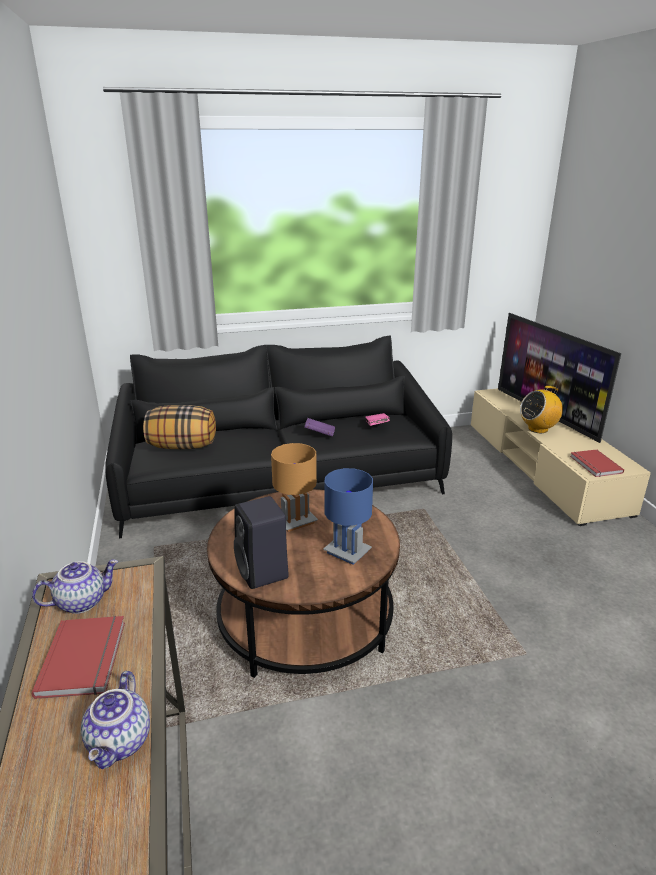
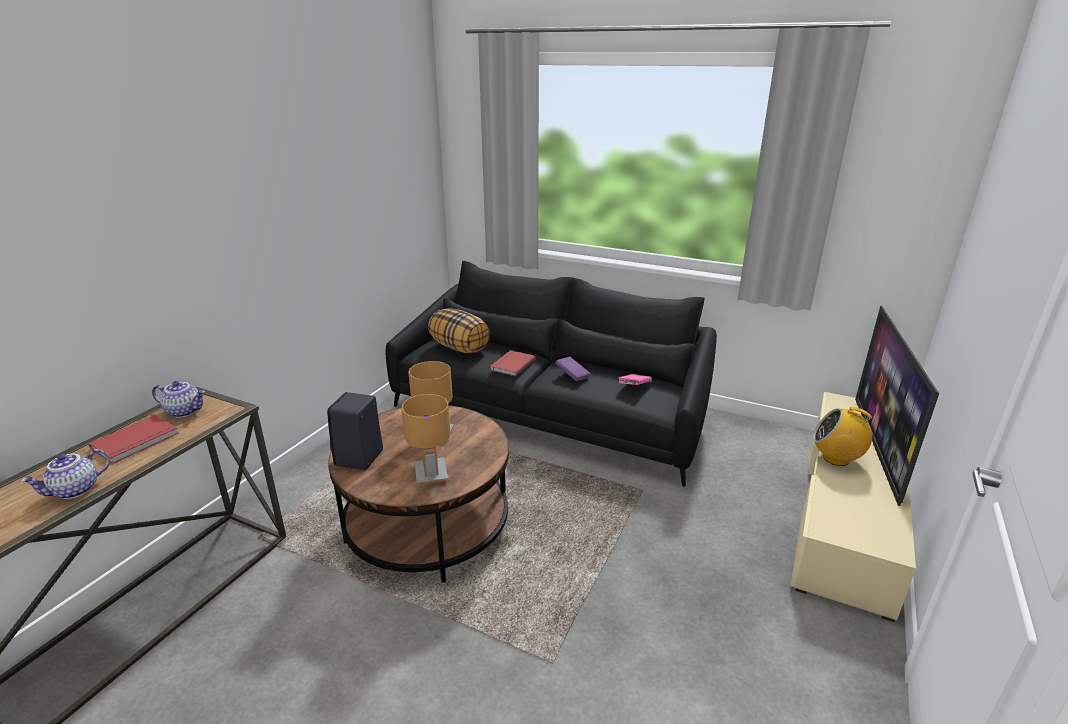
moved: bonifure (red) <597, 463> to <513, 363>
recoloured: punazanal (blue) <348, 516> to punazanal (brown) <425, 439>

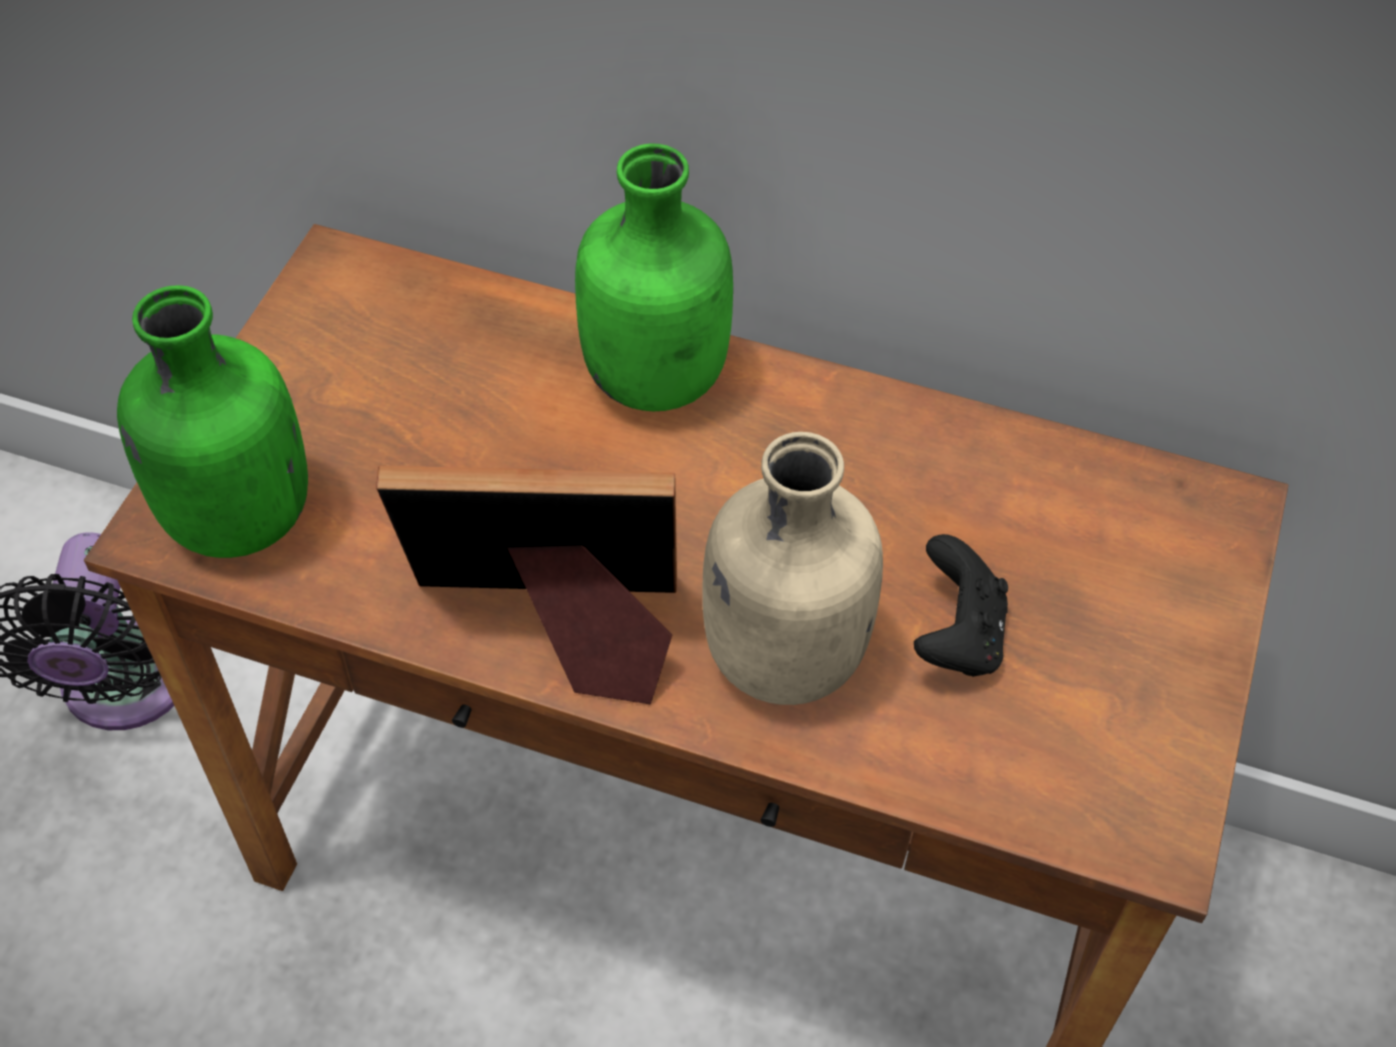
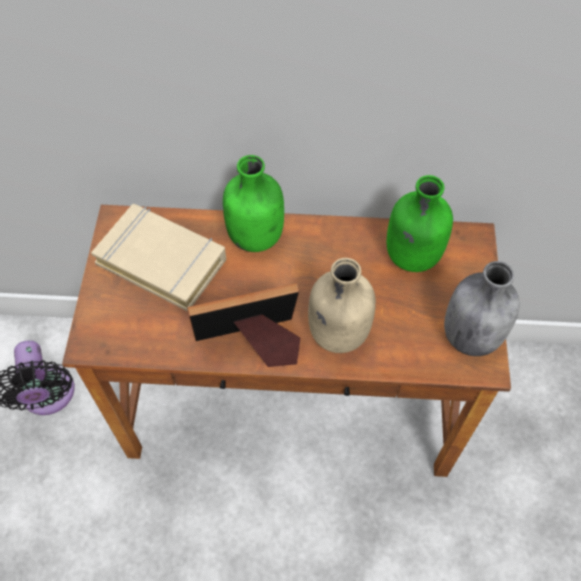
removed: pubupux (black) <961, 605>
added: bonifure (beige) <158, 257>; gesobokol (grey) <482, 308>
moved: gesobokol (green) <212, 421> to <420, 223>

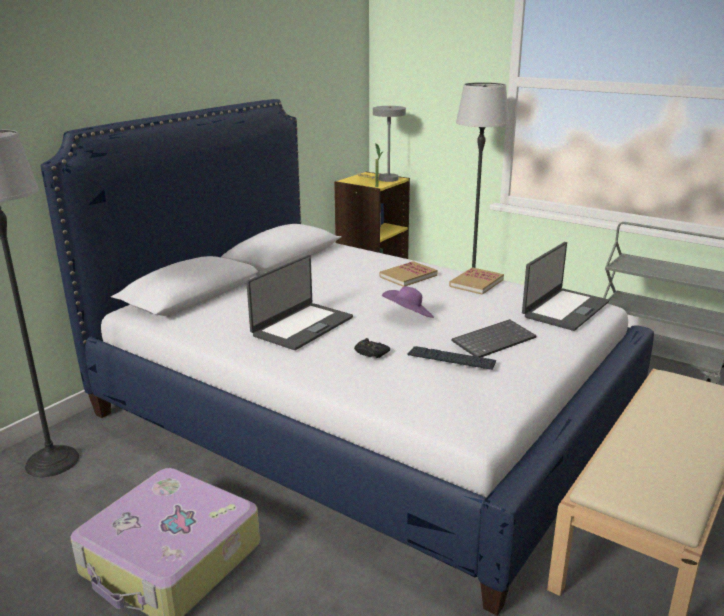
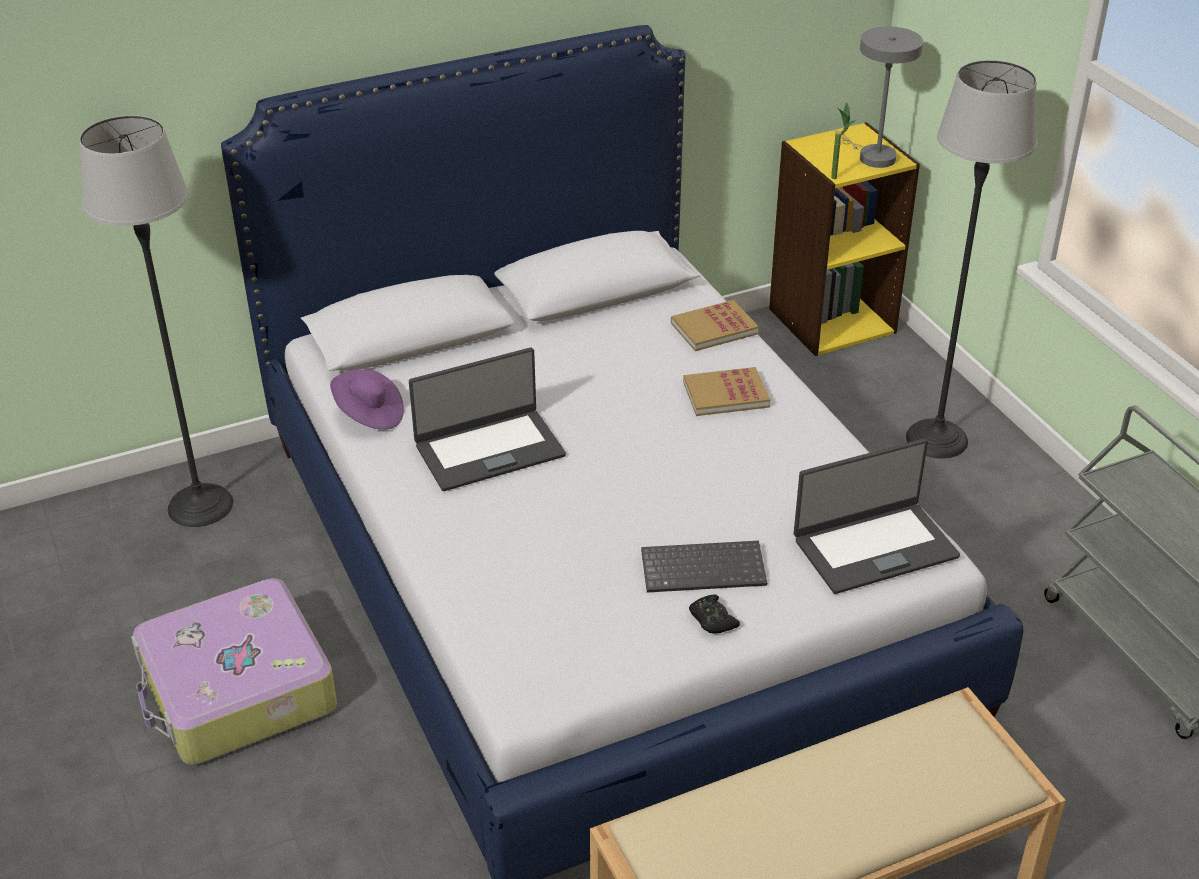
removed: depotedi <452, 358>
moved: bonifure <476, 281> to <715, 325>; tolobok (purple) <408, 302> to <367, 399>; pubupux (black) <372, 348> to <714, 614>

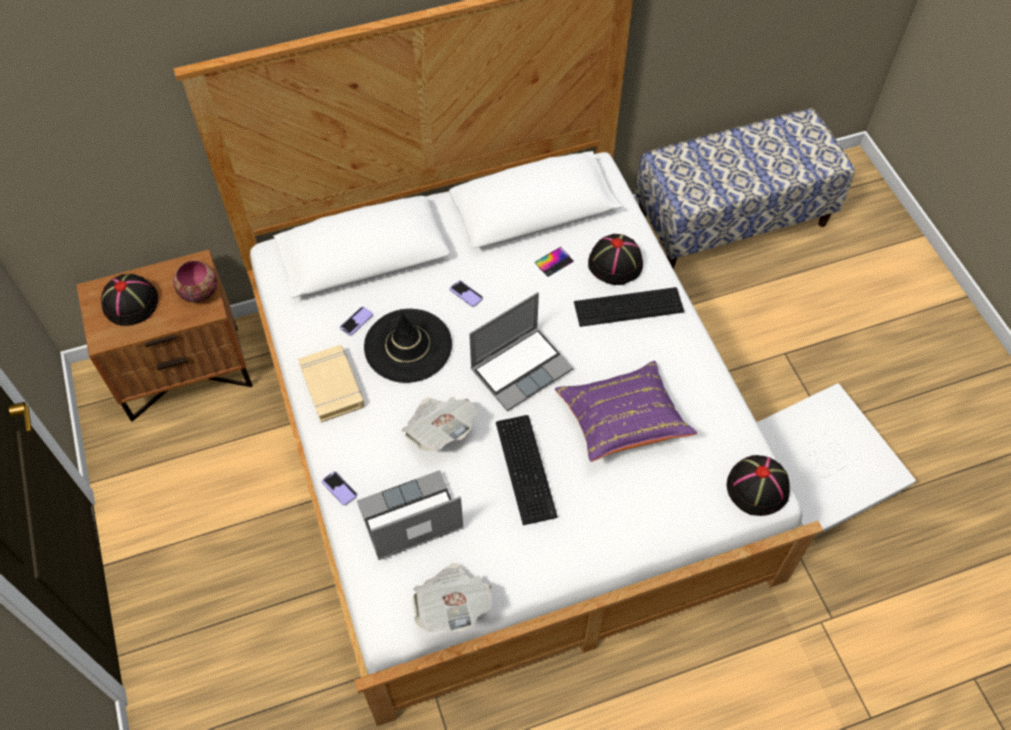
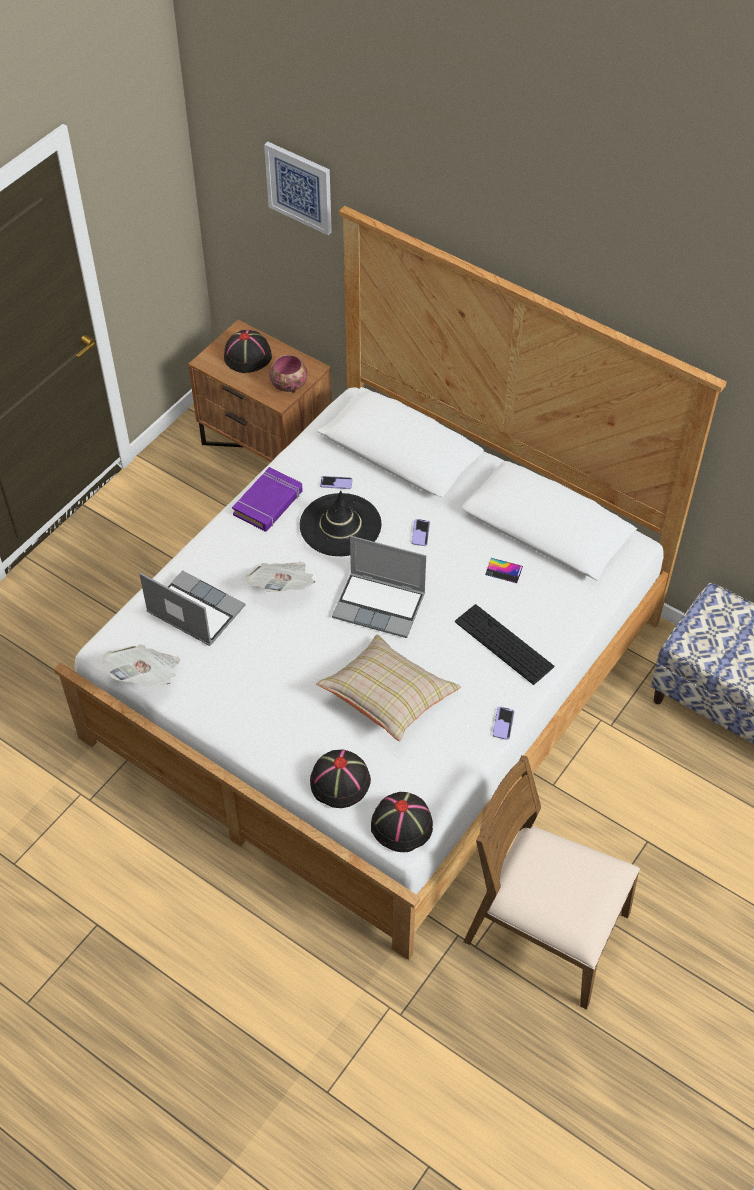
removed: depotedi <527, 470>
added: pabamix <298, 188>
moved: tolobok (black) <615, 259> to <340, 779>; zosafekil <339, 488> to <503, 723>
replaced: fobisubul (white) <836, 460> to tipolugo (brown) <551, 882>
recoloured: bonifure (beige) <331, 383> to bonifure (purple) <267, 499>; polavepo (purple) <626, 411> to polavepo (beige) <388, 688>

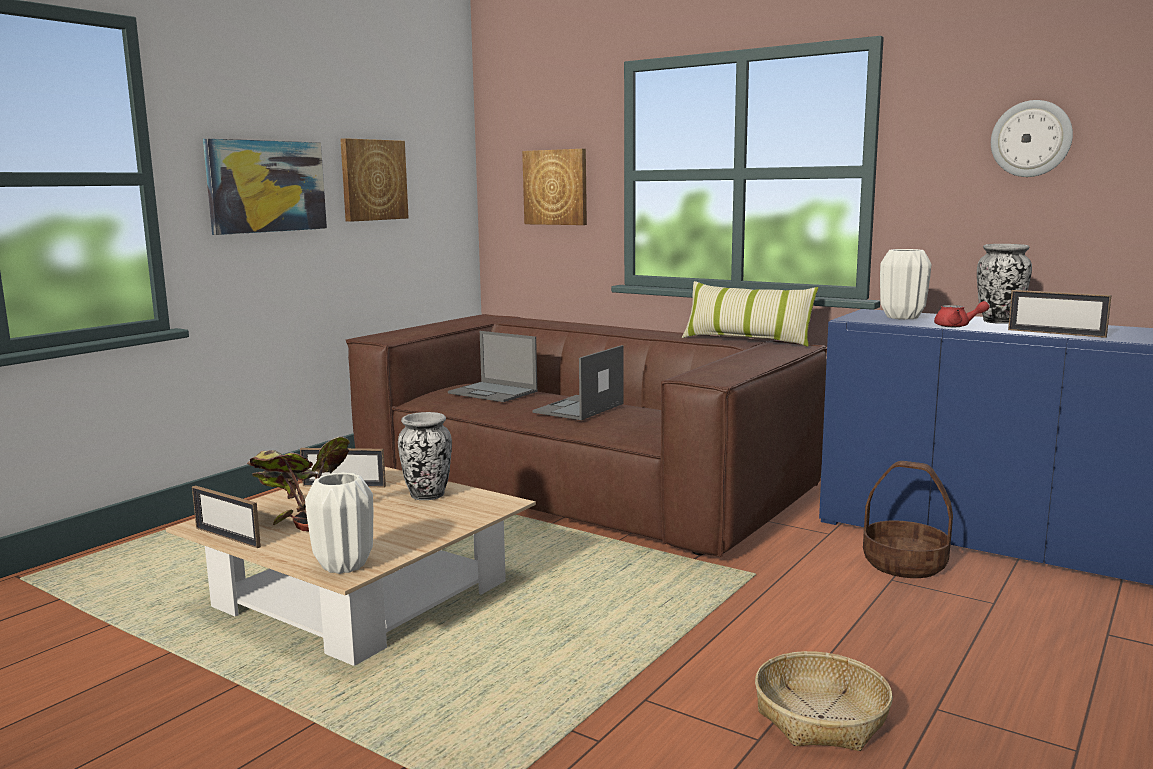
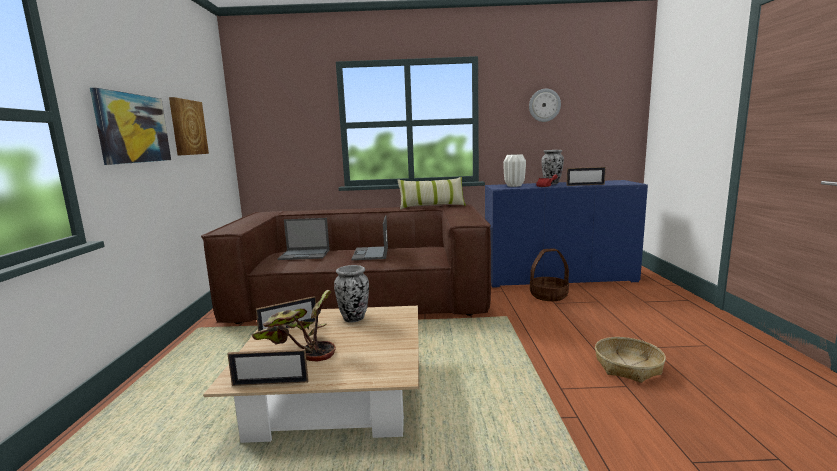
removed: pabamix <554, 187>; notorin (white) <339, 523>

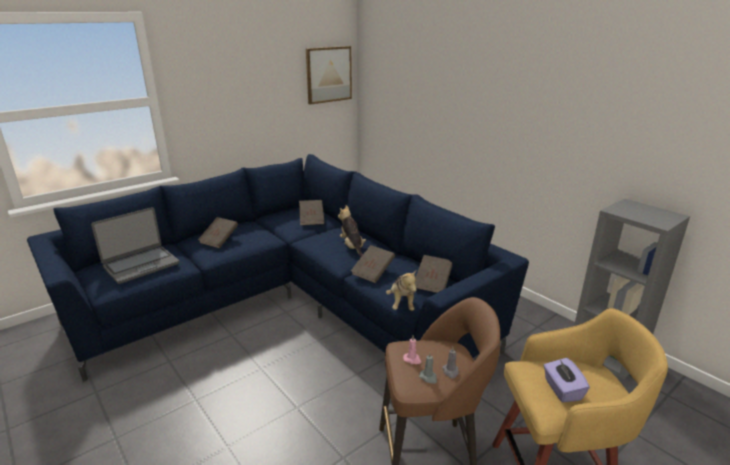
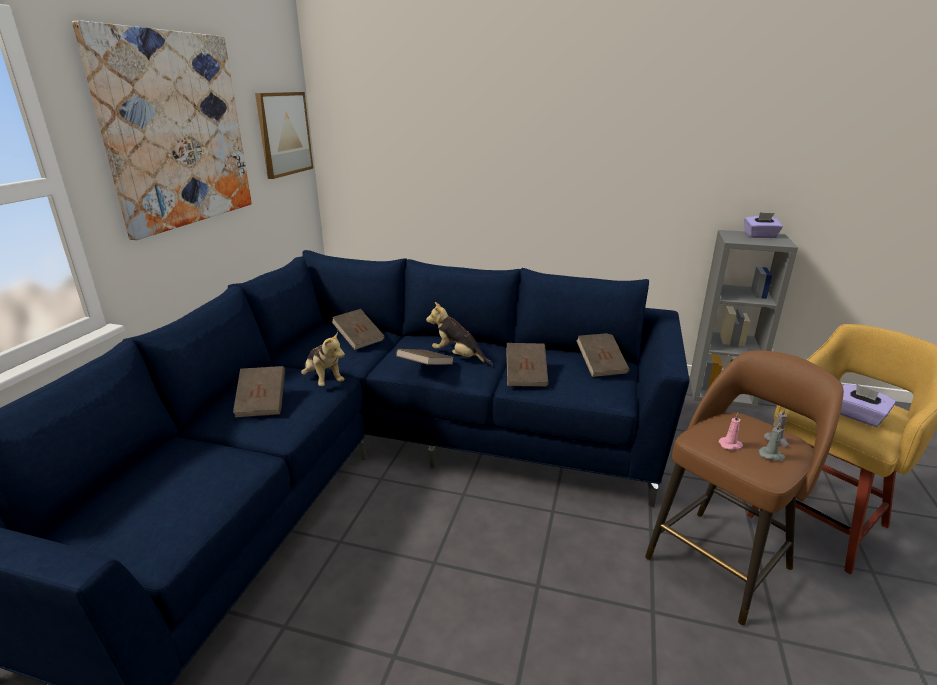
removed: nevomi <135, 245>
added: pabamix <162, 130>; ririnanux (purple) <763, 225>; bonifure (brown) <425, 357>
moved: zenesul <401, 290> to <323, 358>

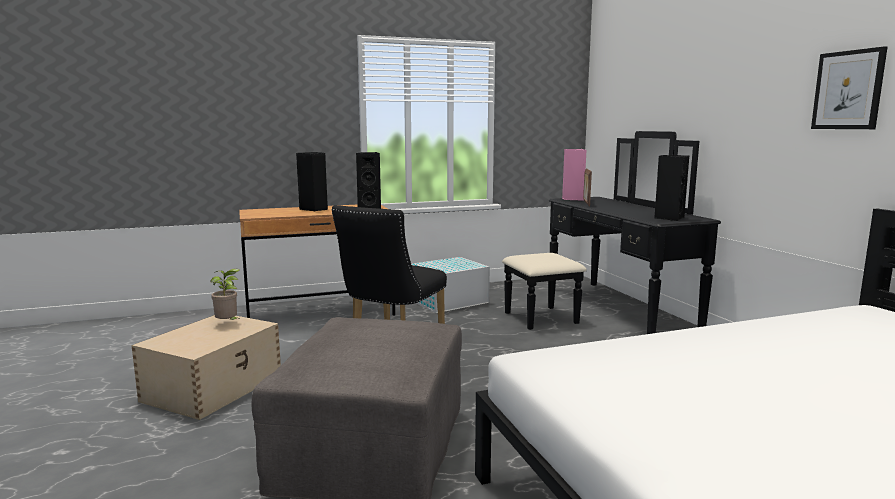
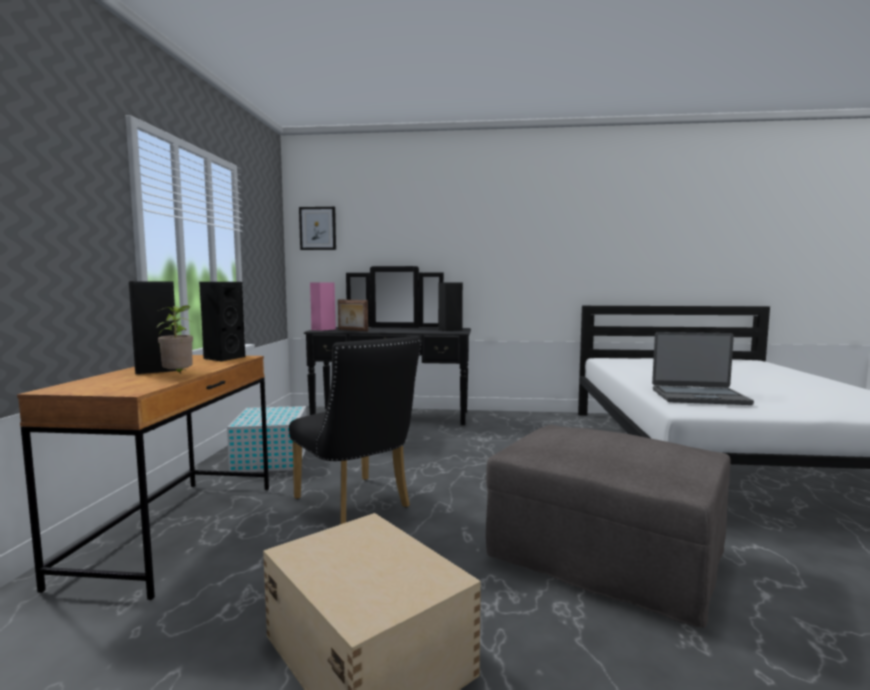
added: nevomi <703, 368>
moved: pabamix <849, 87> to <317, 228>; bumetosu <225, 294> to <174, 339>

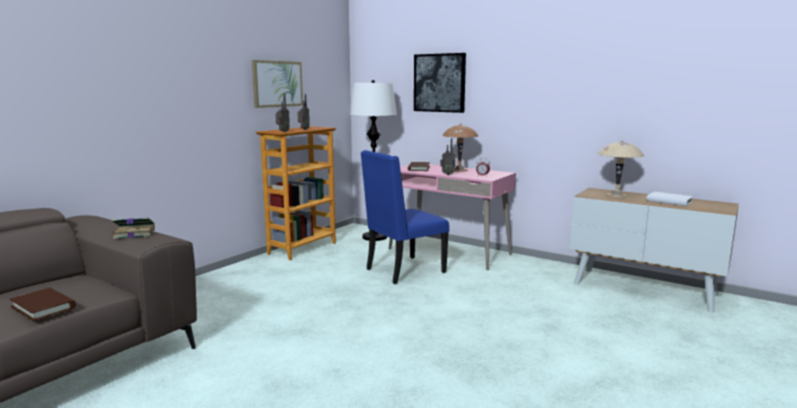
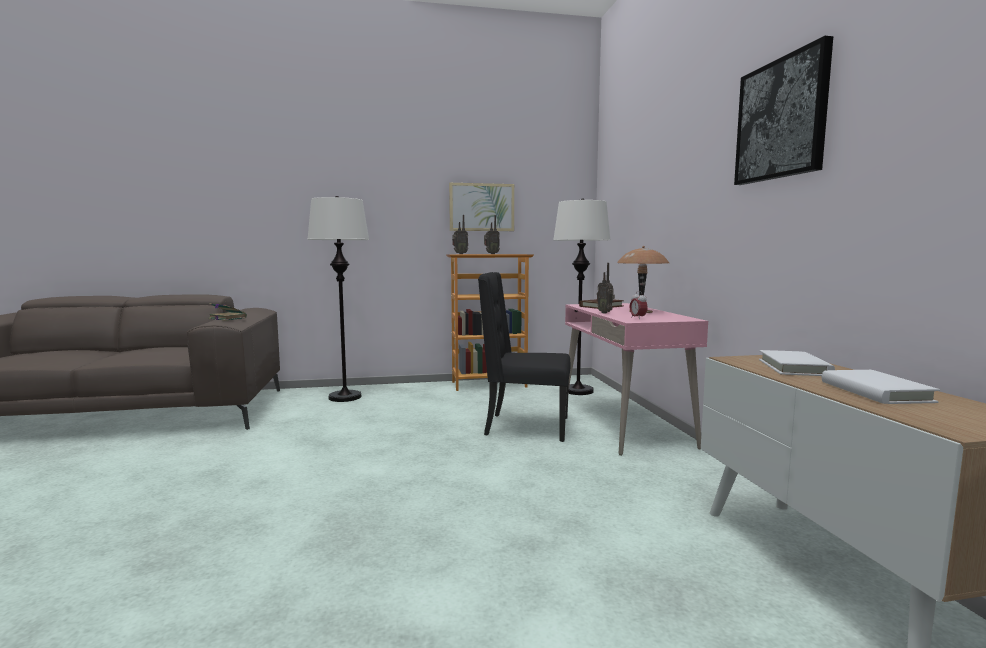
removed: bonifure (brown) <42, 304>
added: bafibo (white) <338, 299>
moved: pabamix <440, 83> to <783, 110>
replaced: punazanal (beige) <621, 169> to bonifure (white) <797, 363>
recoloured: tipolugo (blue) <405, 217> to tipolugo (black) <524, 357>

